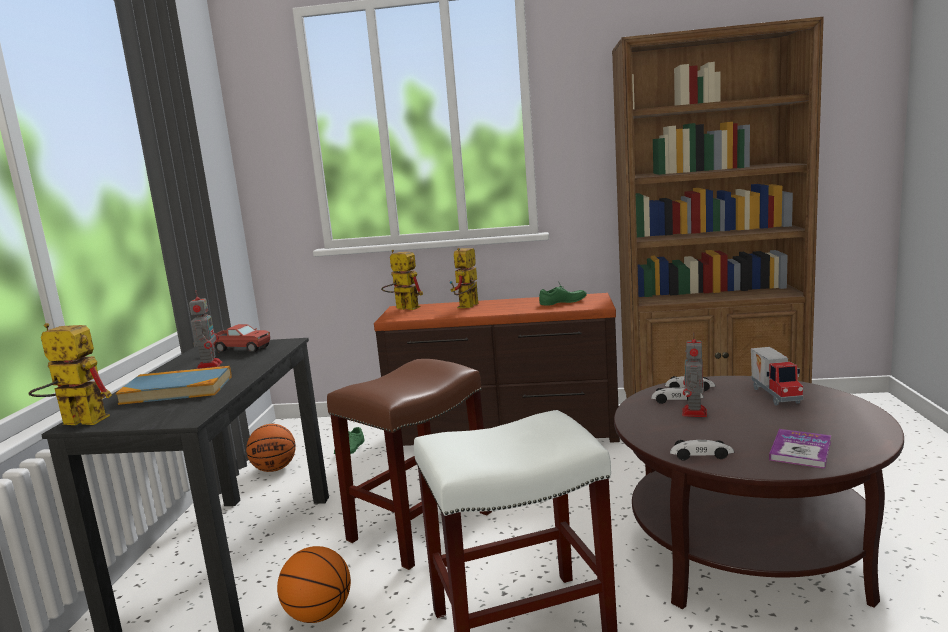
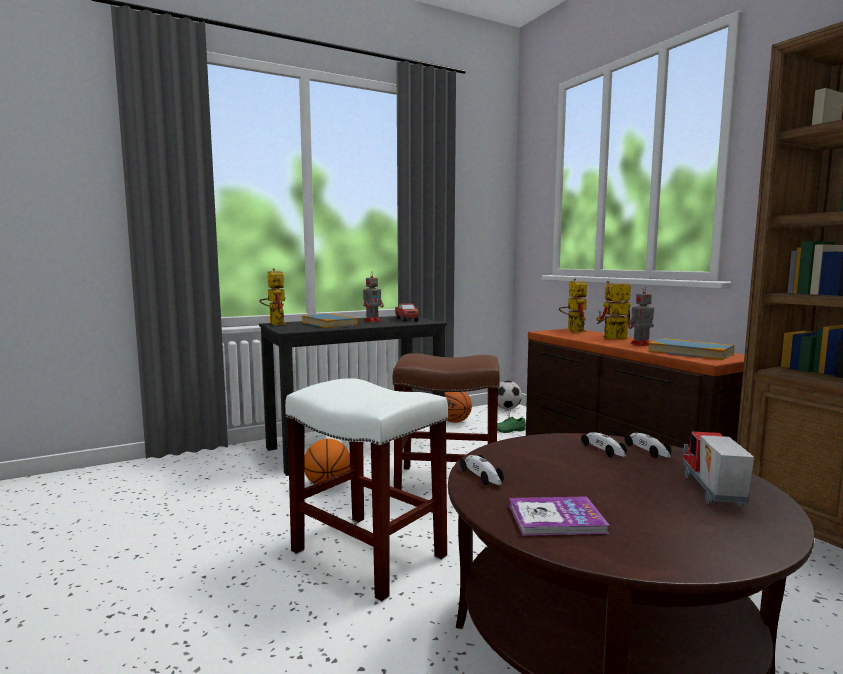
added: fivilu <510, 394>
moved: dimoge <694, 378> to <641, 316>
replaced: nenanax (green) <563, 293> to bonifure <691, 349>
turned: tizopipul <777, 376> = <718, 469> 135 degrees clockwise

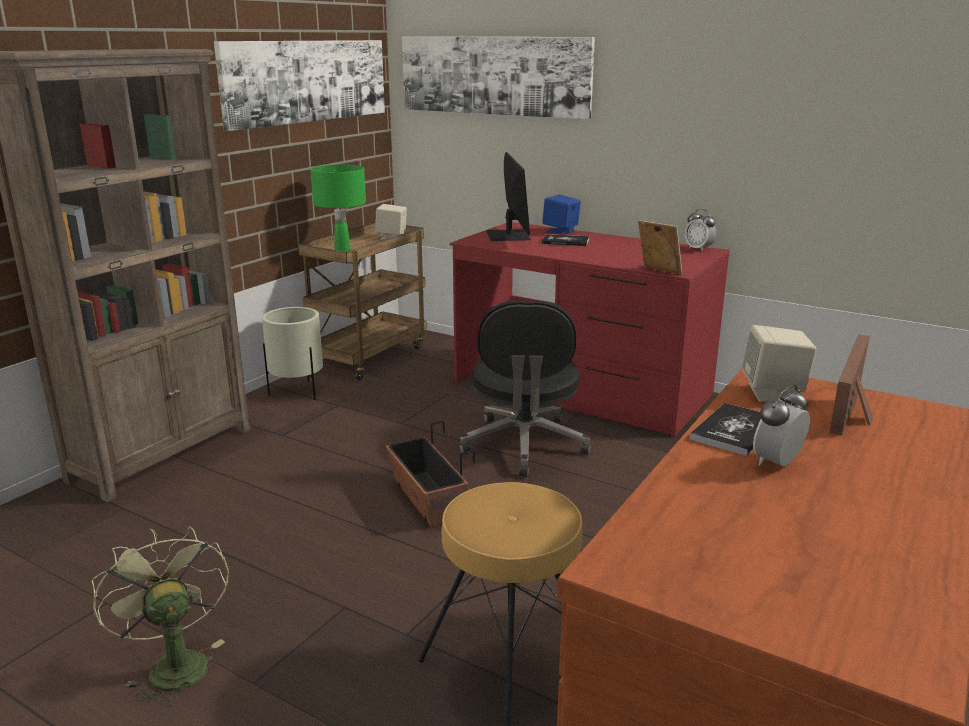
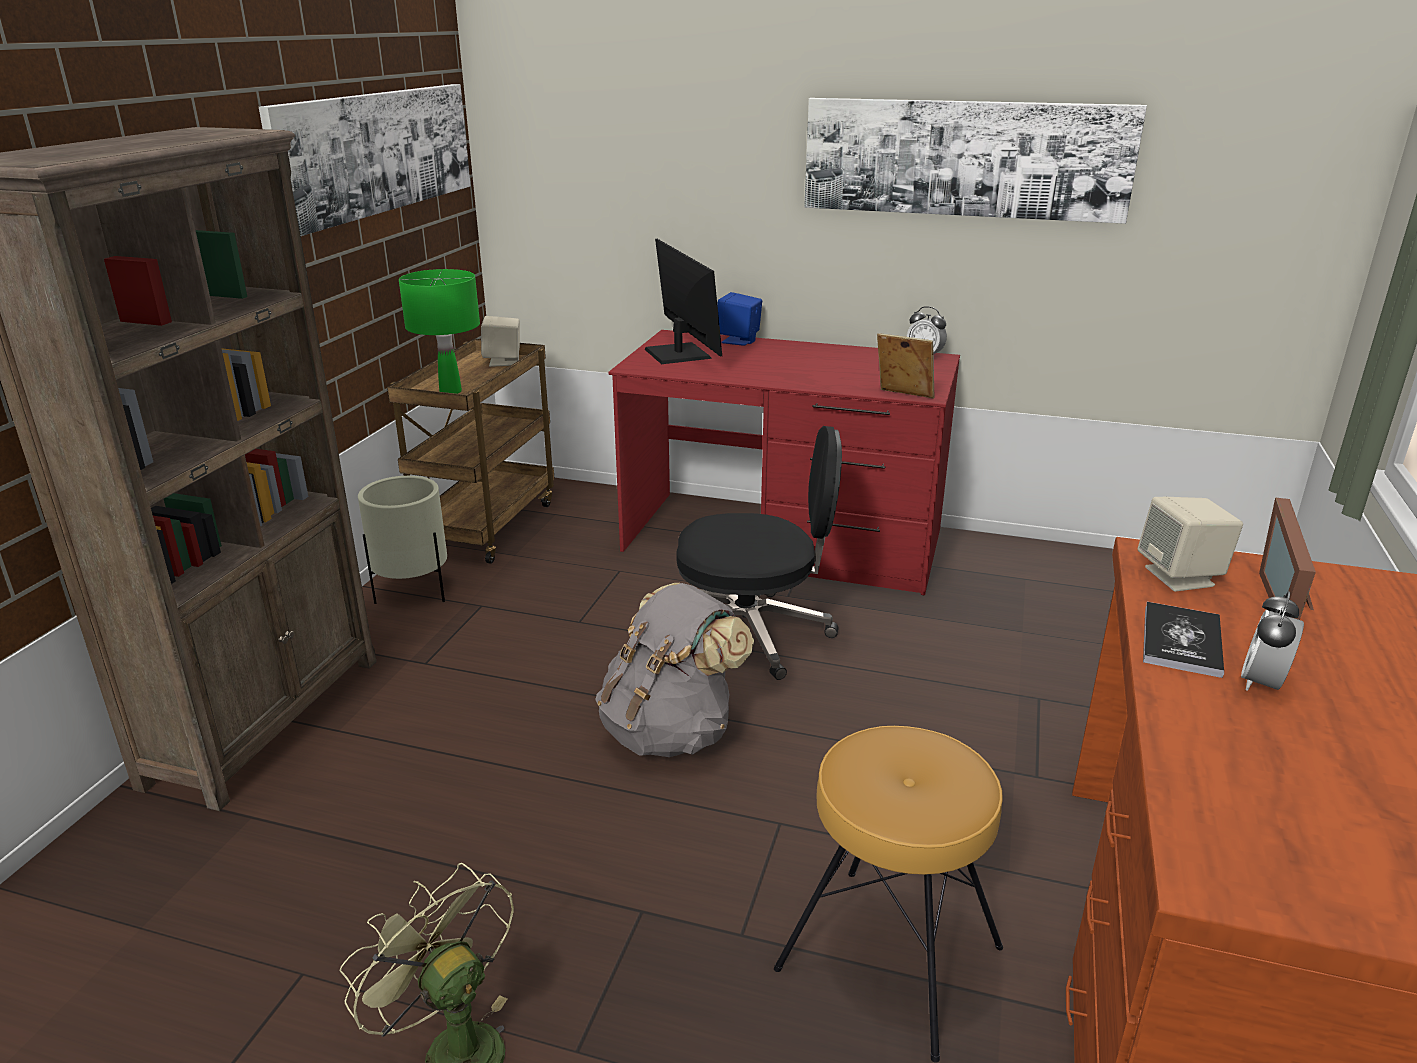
removed: bonifure <565, 240>
moved: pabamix <498, 78> to <975, 161>
replaced: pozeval <430, 474> to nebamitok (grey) <674, 670>
turned: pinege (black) <525, 388> = <759, 553> 75 degrees counterclockwise

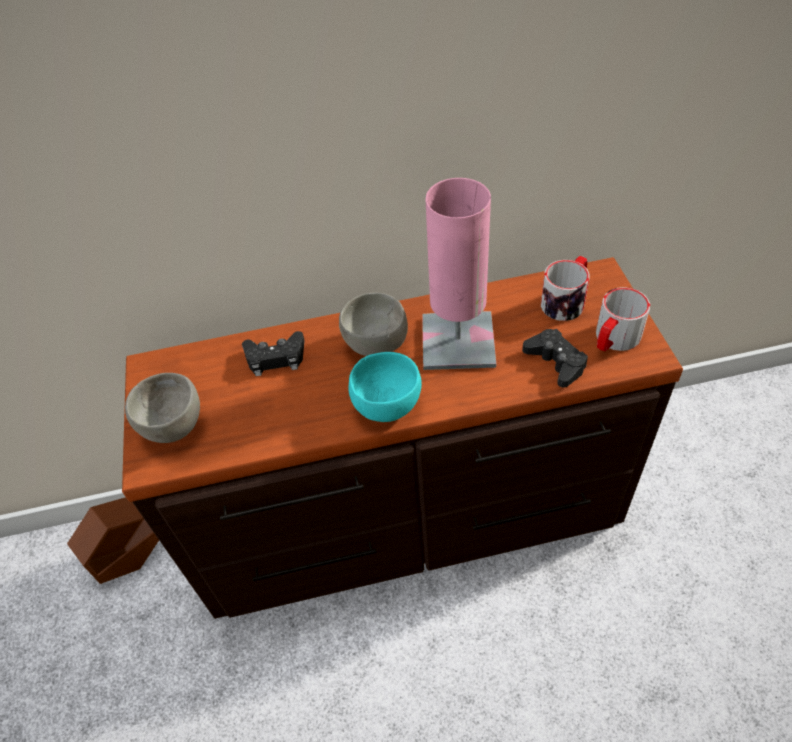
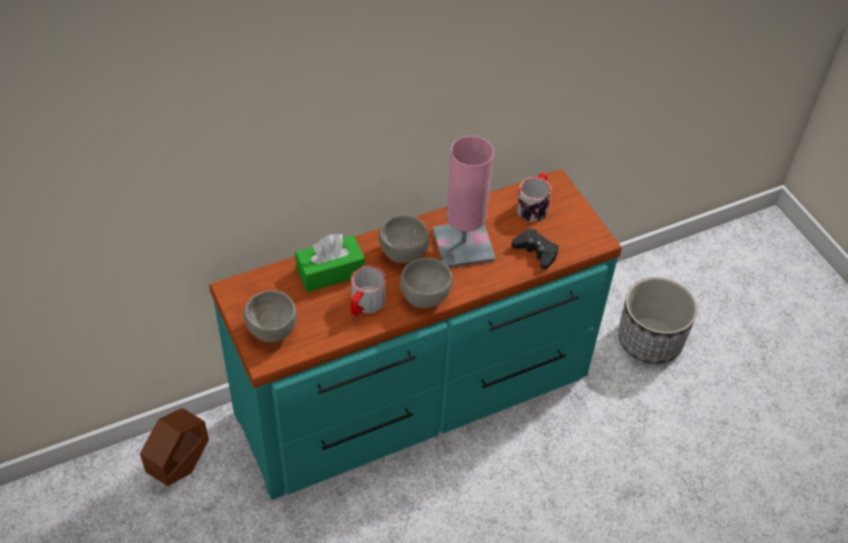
added: pozeval <657, 320>
moved: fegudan <623, 319> to <368, 290>
replaced: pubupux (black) <273, 353> to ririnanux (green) <330, 263>
recoloured: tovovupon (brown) <402, 438> to tovovupon (turquoise) <415, 334>; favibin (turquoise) <385, 387> to favibin (grey) <426, 283>

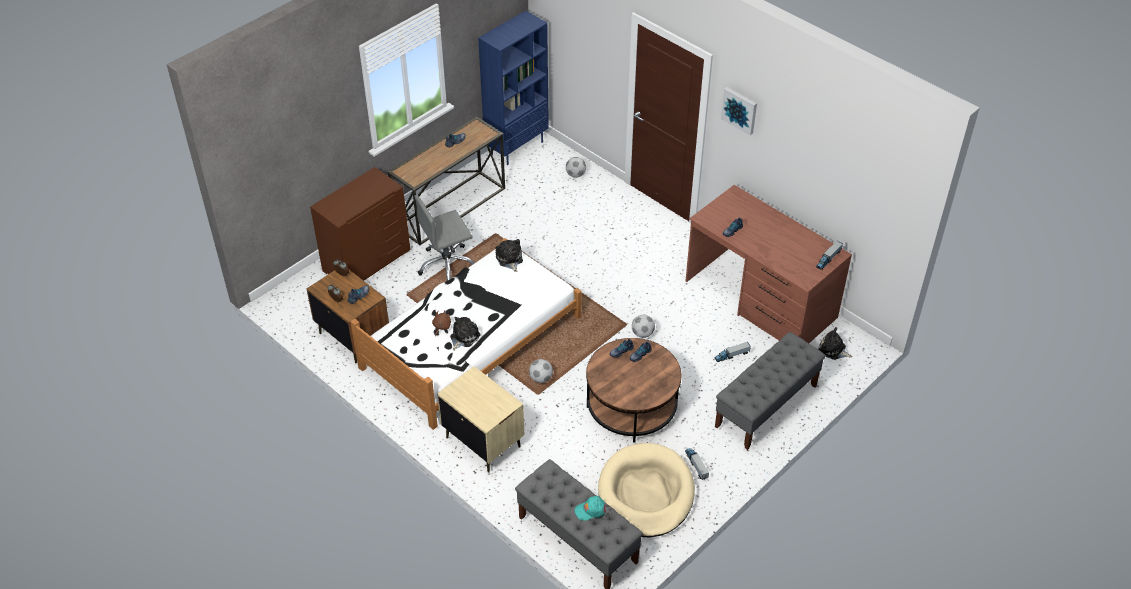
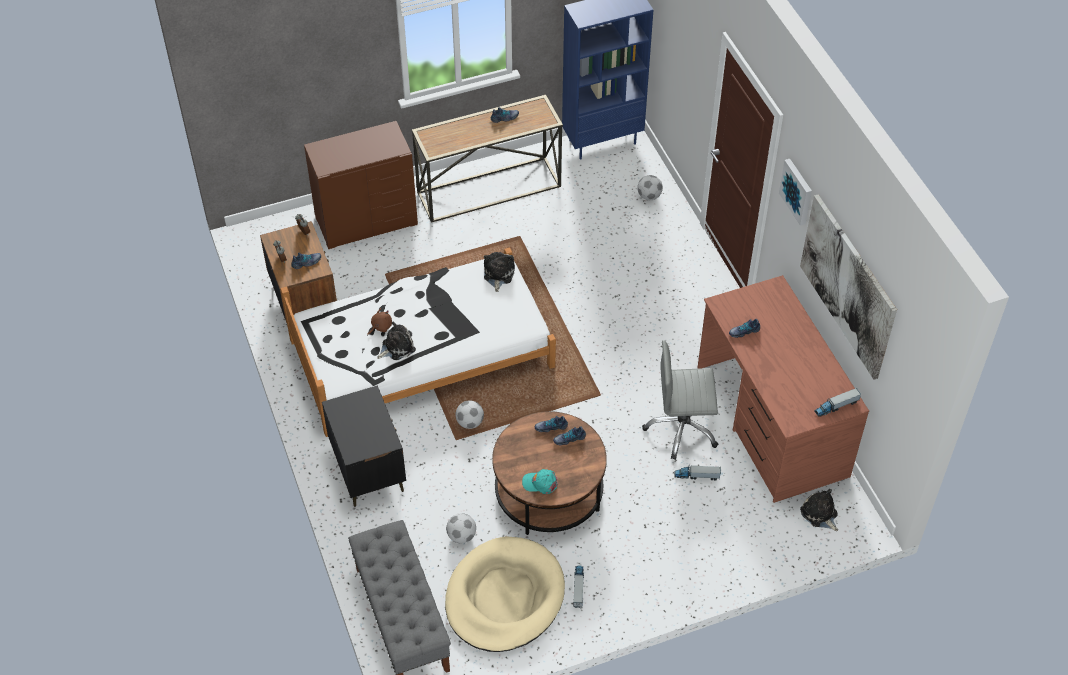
removed: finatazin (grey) <770, 391>
added: pabamix <848, 287>
moved: pinege (grey) <444, 238> to <680, 400>; fivilu <643, 326> to <461, 528>; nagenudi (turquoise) <591, 508> to <540, 481>
recoloured: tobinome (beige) <480, 419> to tobinome (black) <364, 446>

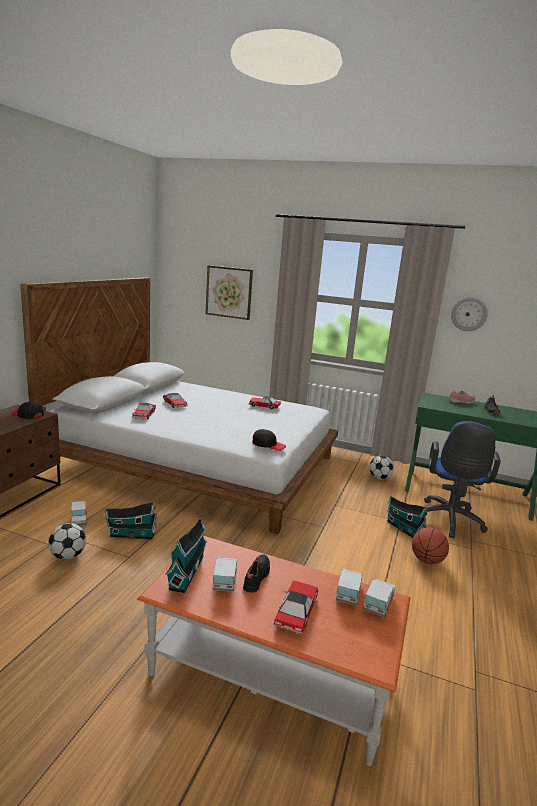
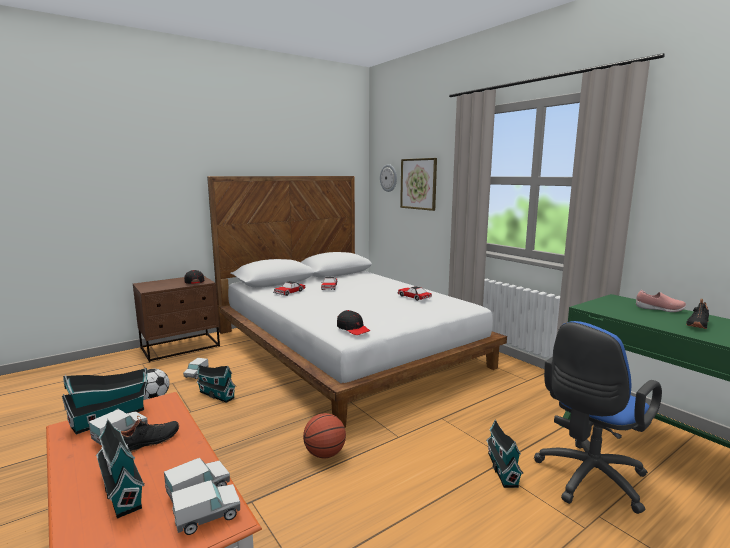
removed: fivilu <381, 467>
moved: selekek <469, 314> to <388, 178>; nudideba <430, 545> to <324, 435>
replaced: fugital <296, 607> to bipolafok <120, 469>

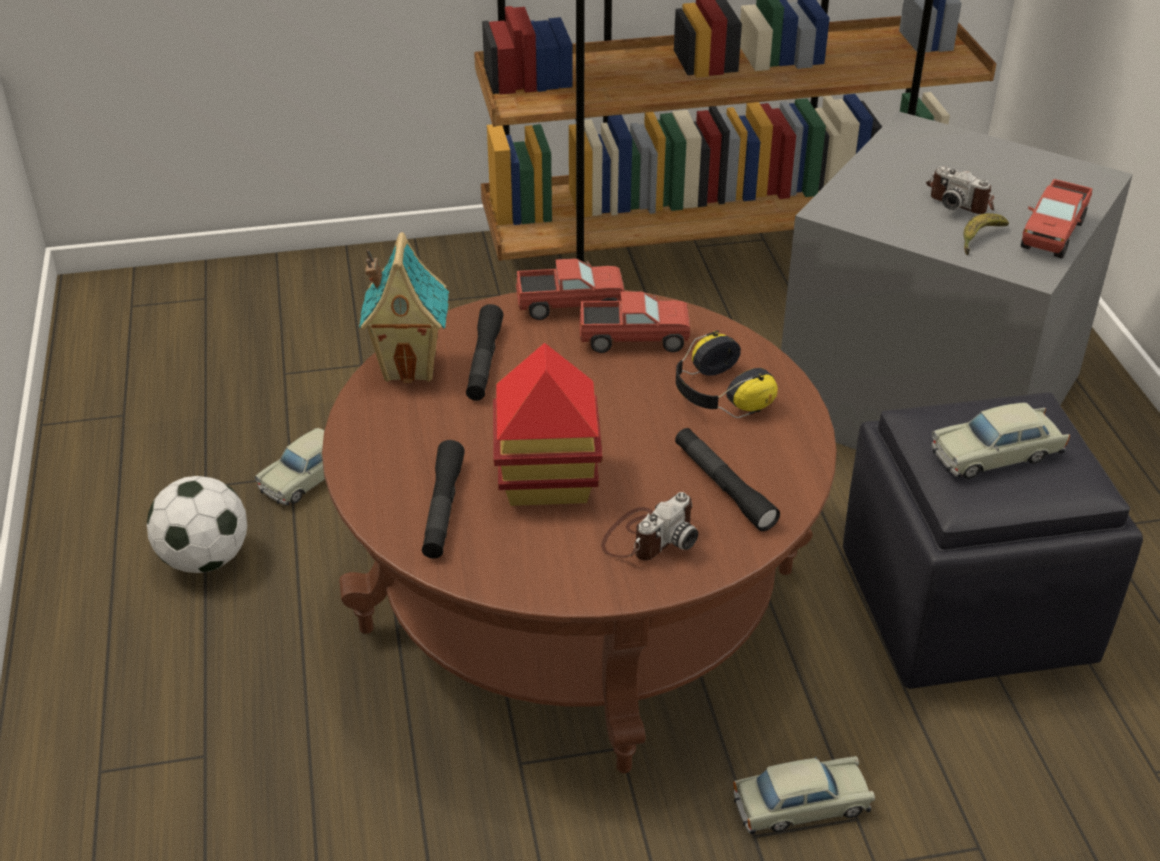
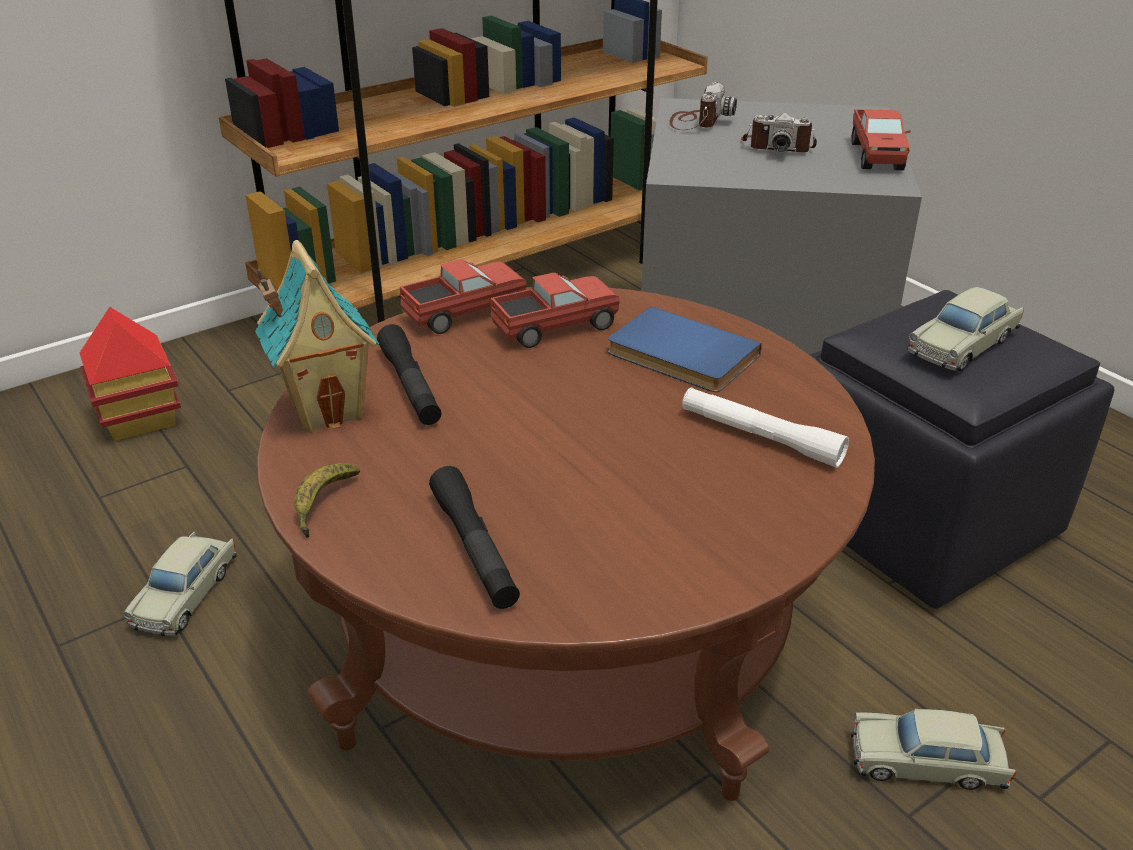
removed: fivilu <197, 524>
moved: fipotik <986, 234> to <327, 500>; bipolafok <548, 424> to <130, 374>; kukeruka <649, 526> to <703, 106>
replaced: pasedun <727, 374> to bonifure (blue) <685, 349>
recoloured: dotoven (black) <727, 479> to dotoven (white) <765, 428>
turned: fugital (beige) <804, 795> = <933, 749> 135 degrees counterclockwise

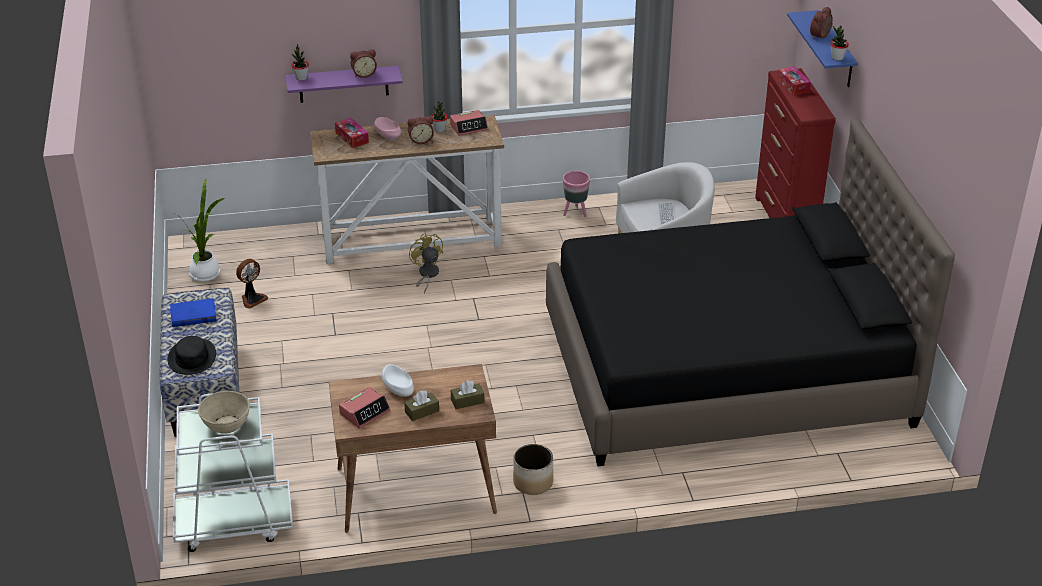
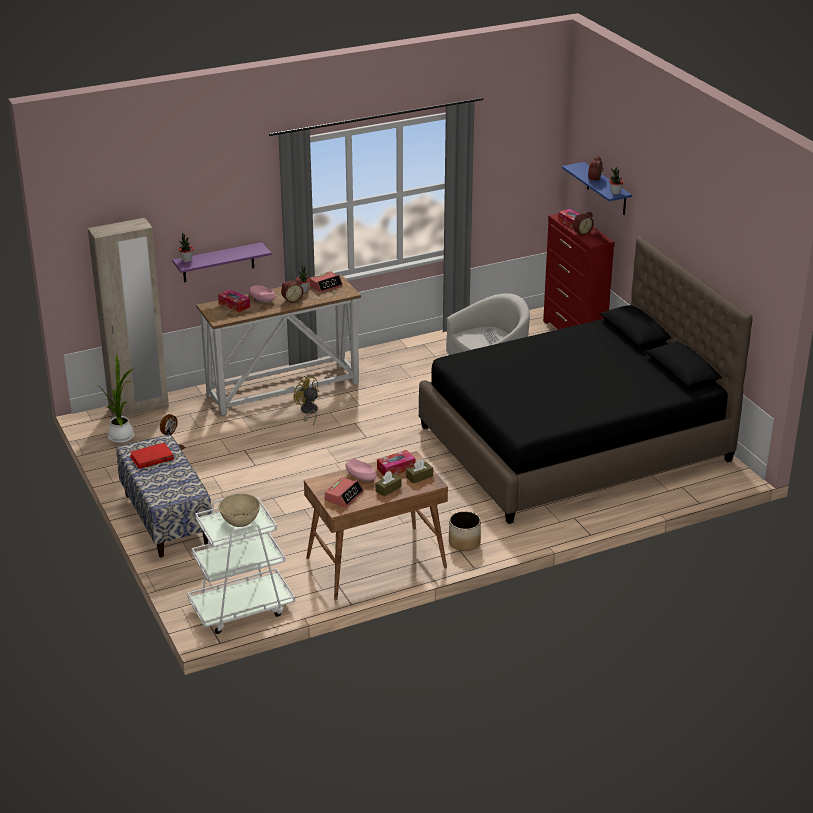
removed: pozeval (pink) <576, 194>; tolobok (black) <191, 355>
added: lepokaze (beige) <128, 317>; ririnanux <396, 462>
moved: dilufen <363, 63> to <583, 224>
recoloured: bonifure (blue) <193, 312> to bonifure (red) <152, 455>; favibin (white) <397, 380> to favibin (pink) <361, 470>

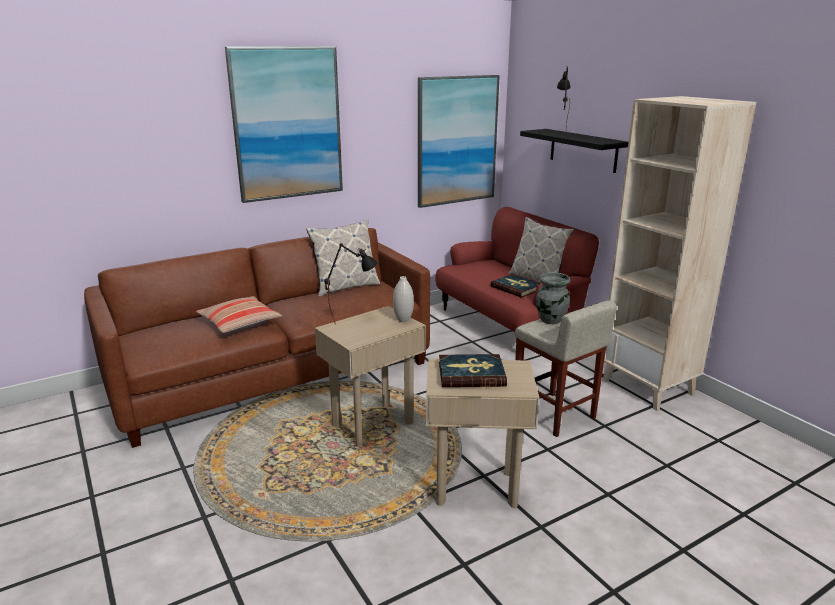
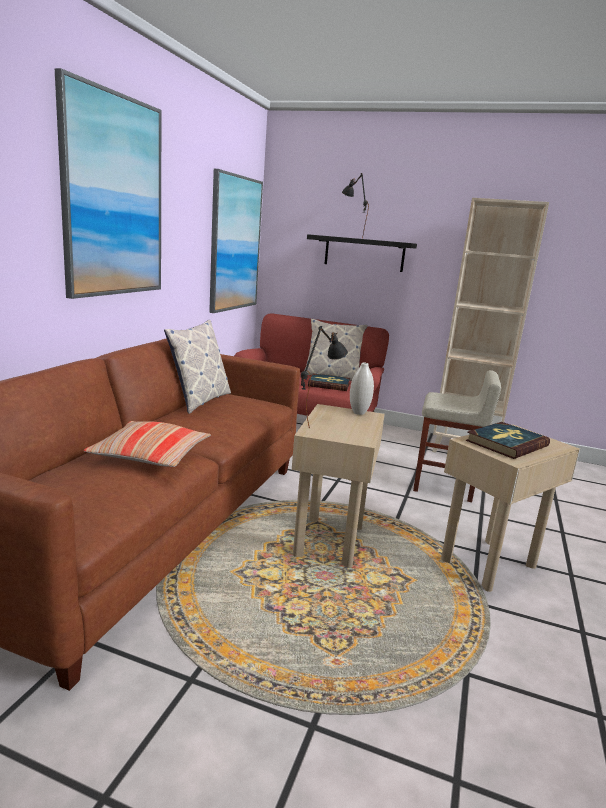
removed: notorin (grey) <553, 298>

